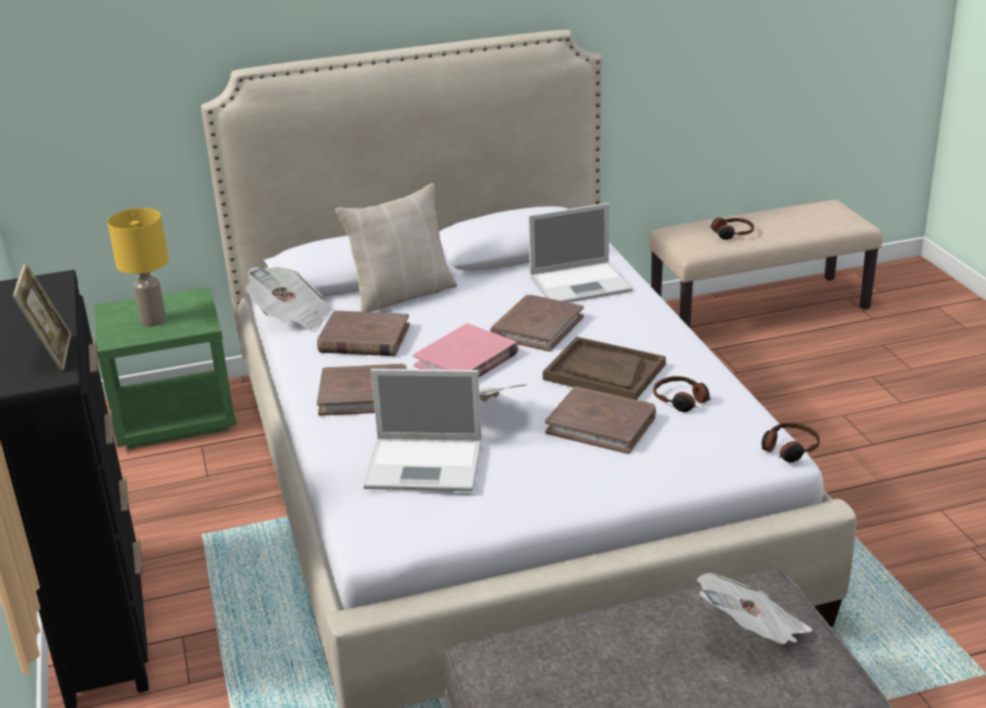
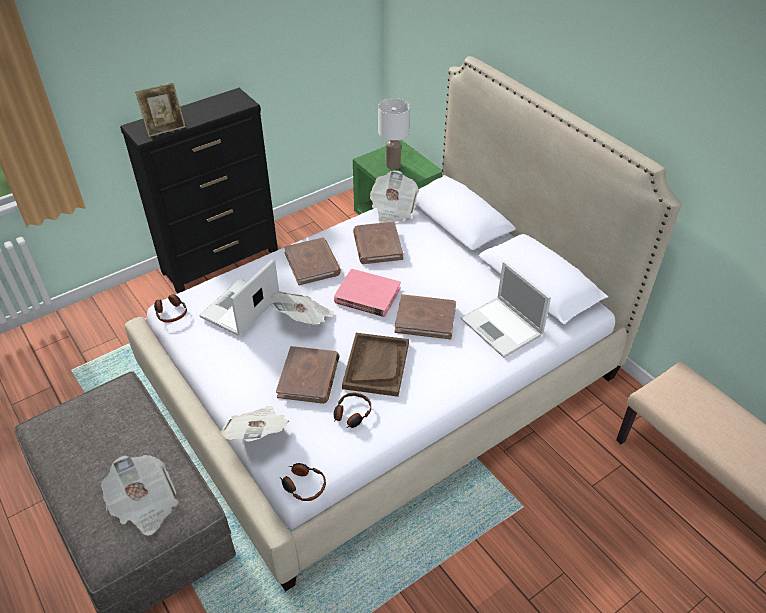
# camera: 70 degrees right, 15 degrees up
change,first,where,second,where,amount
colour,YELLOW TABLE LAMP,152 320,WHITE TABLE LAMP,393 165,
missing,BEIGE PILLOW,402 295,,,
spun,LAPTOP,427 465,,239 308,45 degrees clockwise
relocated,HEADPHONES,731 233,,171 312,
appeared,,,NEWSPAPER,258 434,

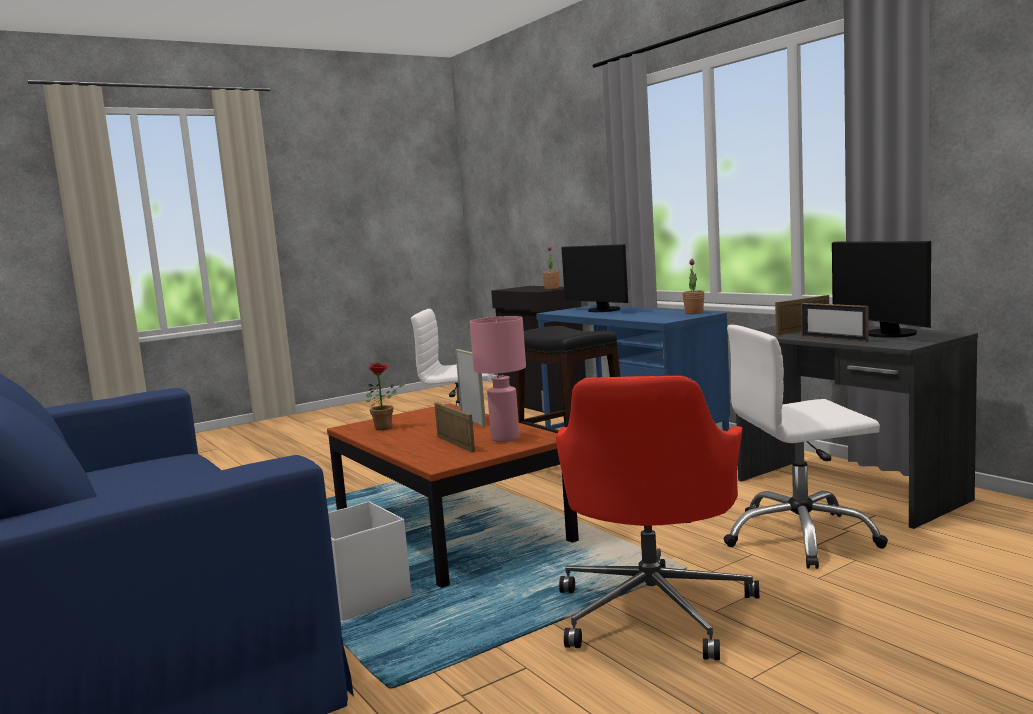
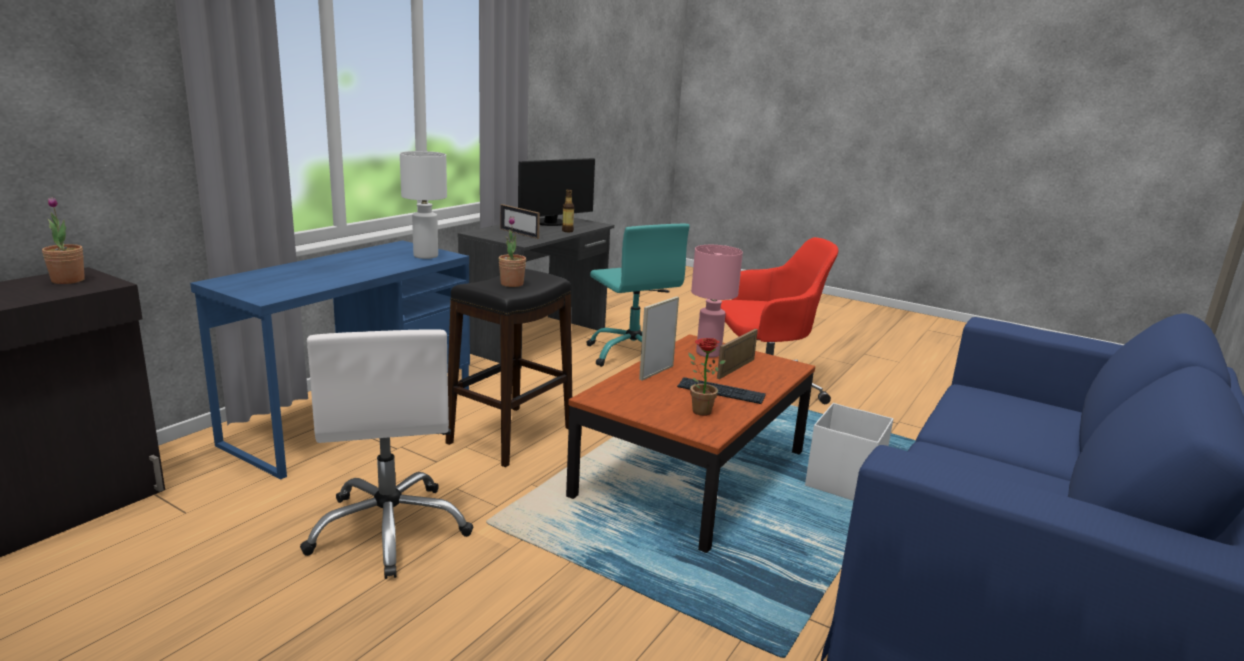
# camera: 115 degrees left, 10 degrees up
change,first,where,second,where,amount
missing,MONITOR,601 310,,,
relocated,POTTED PLANT,694 313,,512 284,
colour,WHITE OFFICE CHAIR,800 537,TURQUOISE OFFICE CHAIR,633 354,
exchanged,PICTURE FRAME,833 339,BOTTLE,567 231,
appeared,,,WHITE TABLE LAMP,425 256,
appeared,,,KEYBOARD,720 392,

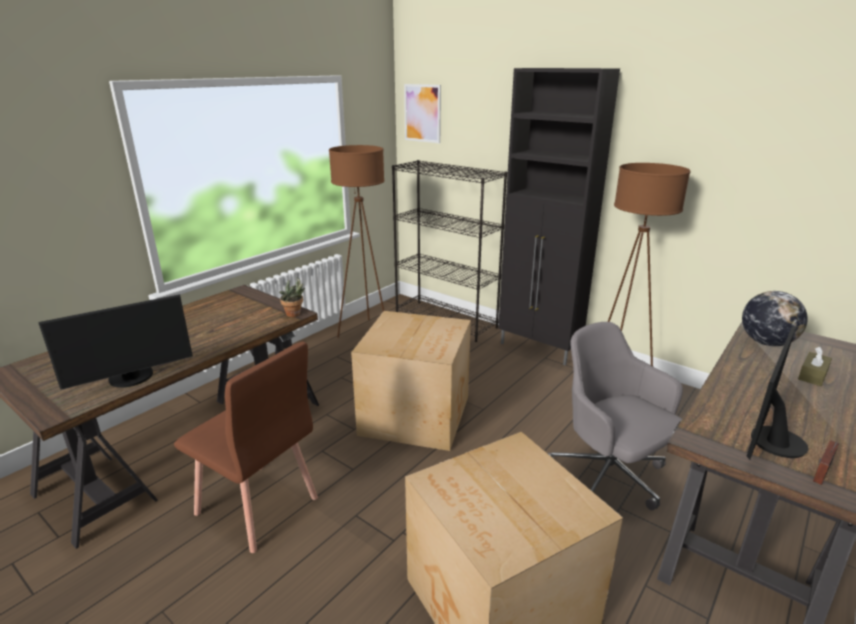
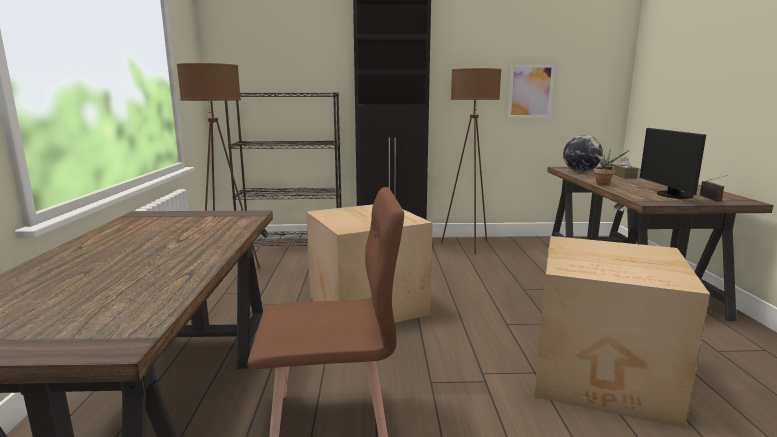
# camera: 40 degrees left, 10 degrees down
change,first,where,second,where,amount
missing,MONITOR,132 378,,,
relocated,POTTED PLANT,295 314,,604 184,
relocated,PICTURE,422 113,,530 91,
missing,GREY OFFICE CHAIR,608 478,,,

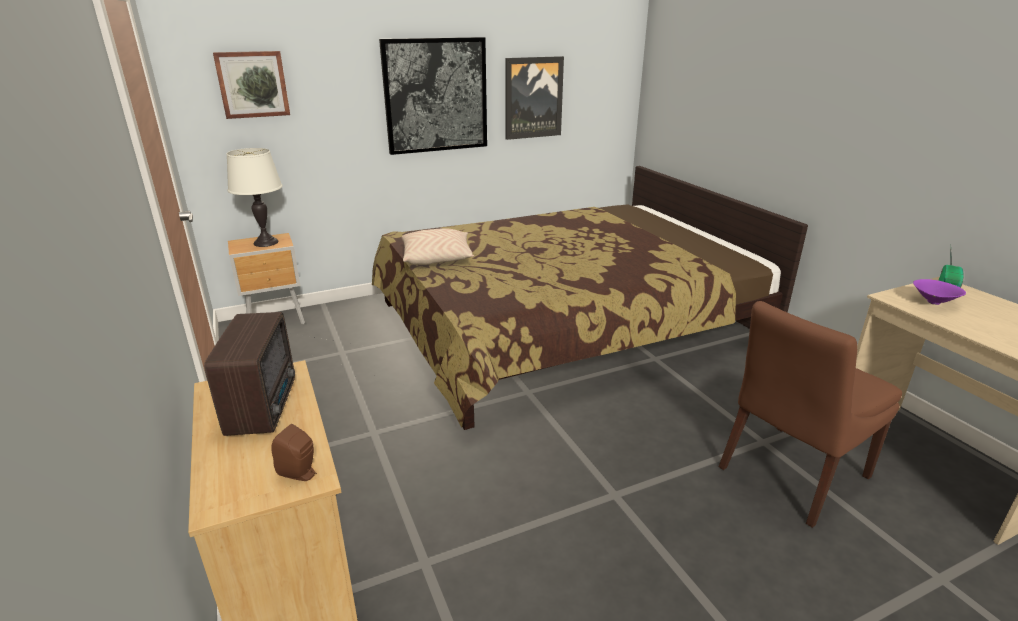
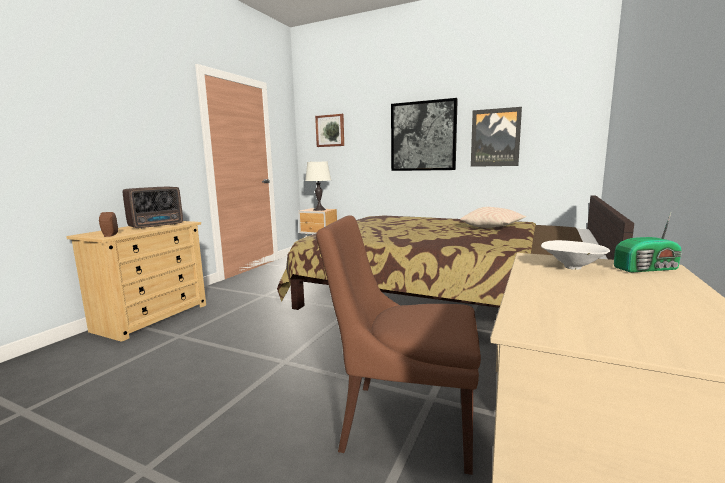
# camera: 50 degrees right, 15 degrees down
change,first,where,second,where,amount
relocated,BEIGE PILLOW,437 258,,492 227,
colour,PURPLE BOWL,933 303,WHITE BOWL,571 268,

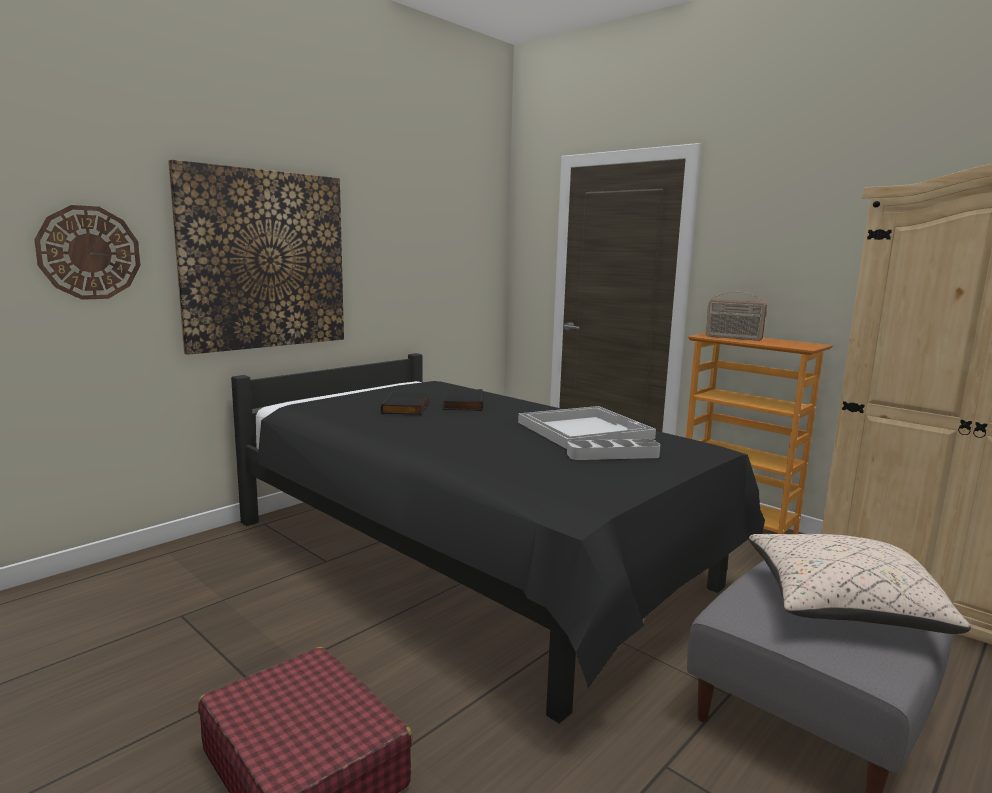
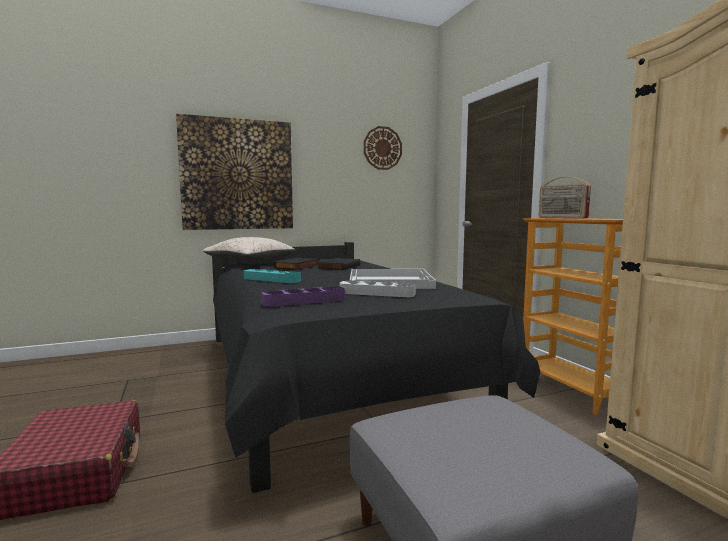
# camera: 25 degrees right, 5 degrees down
change,first,where,second,where,amount
relocated,WALL CLOCK,89 253,,382 148,
relocated,BEIGE PILLOW,841 606,,250 263,
appeared,,,TURQUOISE TRAY,272 279,
appeared,,,PURPLE TRAY,304 301,

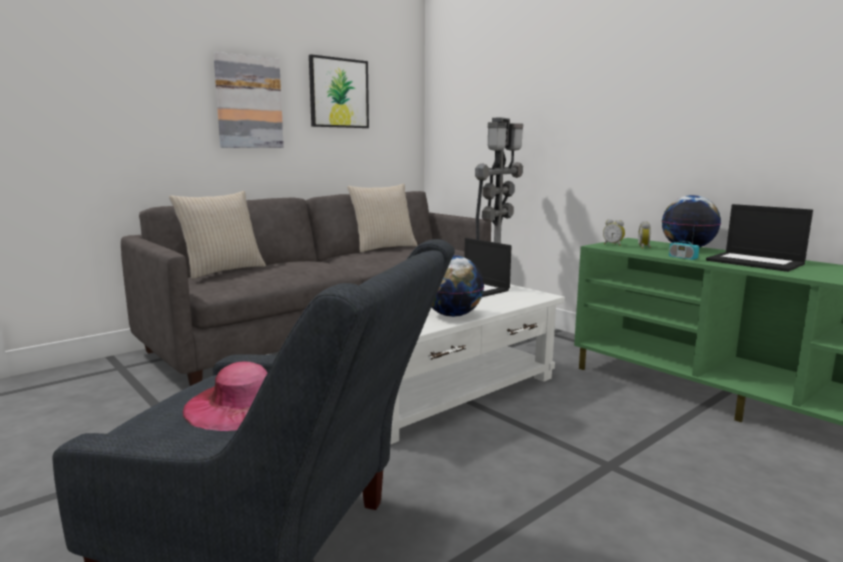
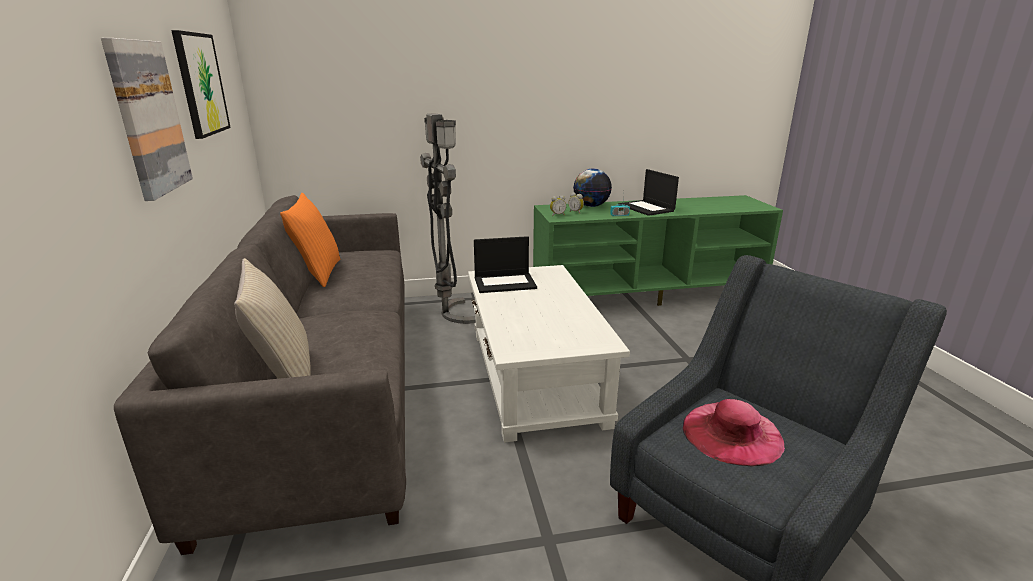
# camera: 60 degrees left, 10 degrees up
change,first,where,second,where,amount
colour,BEIGE PILLOW,383 248,ORANGE PILLOW,318 273,
missing,GLOBE,452 315,,,
spun,LAPTOP,756 262,,647 208,75 degrees clockwise

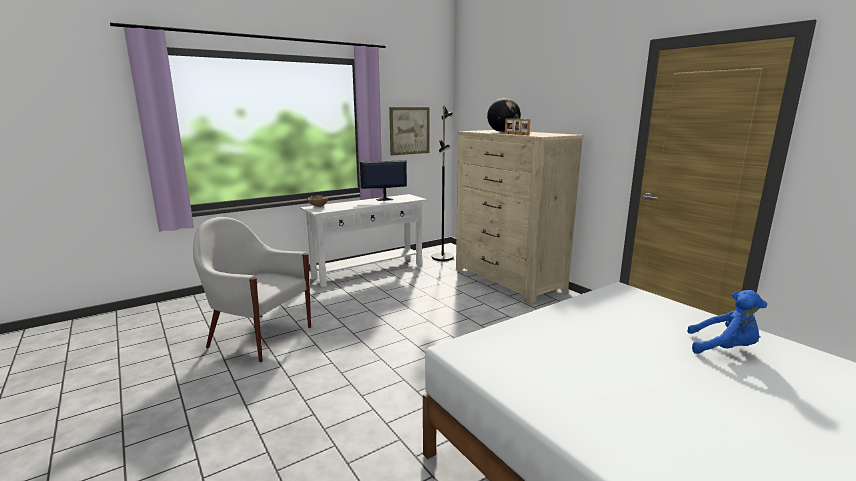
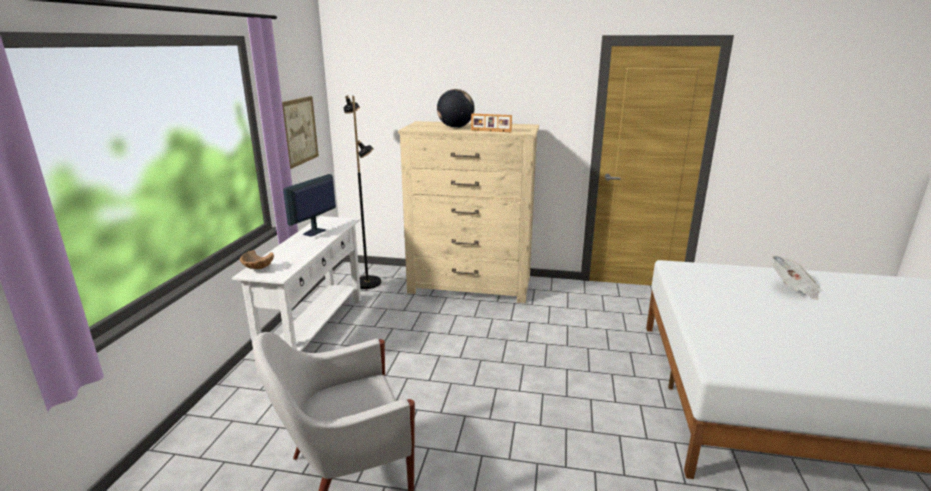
# camera: 45 degrees left, 5 degrees up
change,first,where,second,where,amount
exchanged,BLUE PLUSH TOY,724 349,NEWSPAPER,793 289,

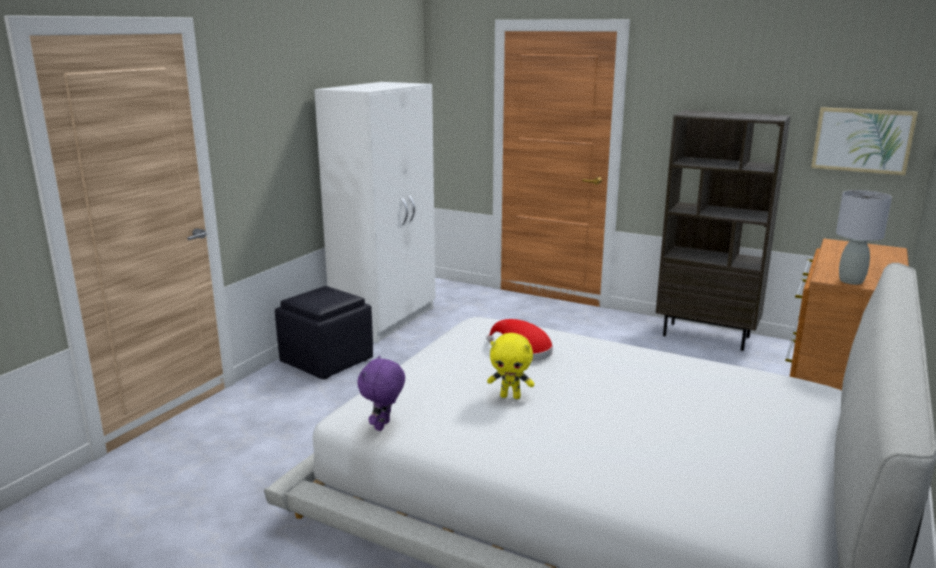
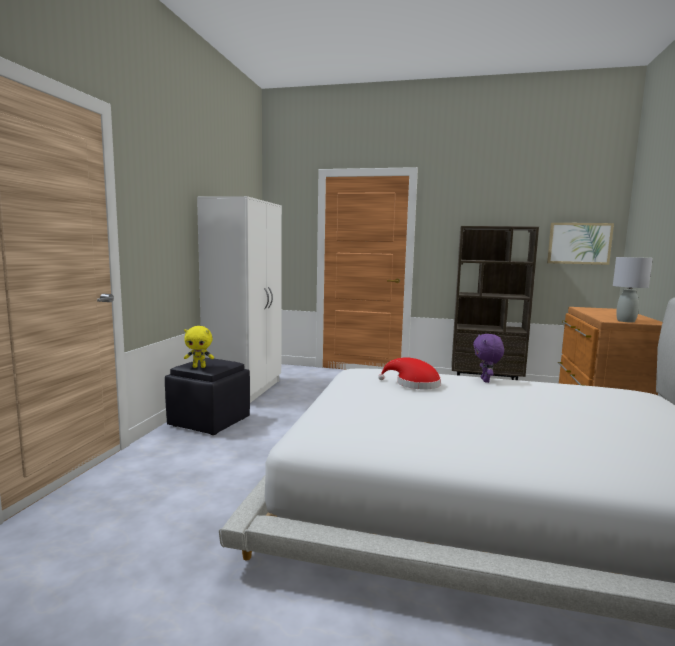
# camera: 15 degrees left, 10 degrees down
change,first,where,second,where,amount
relocated,PURPLE PLUSH TOY,383 426,,486 380,
relocated,YELLOW PLUSH TOY,510 396,,199 367,

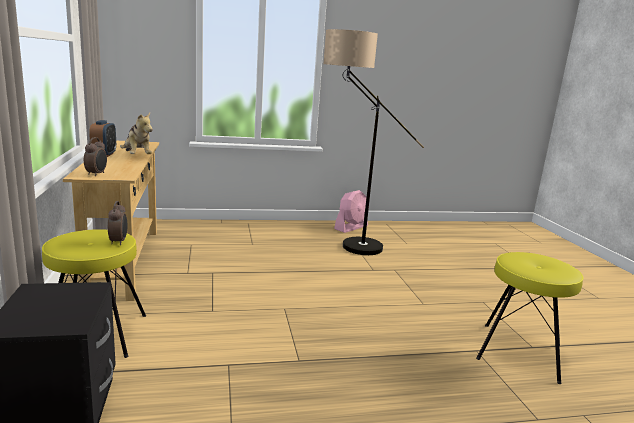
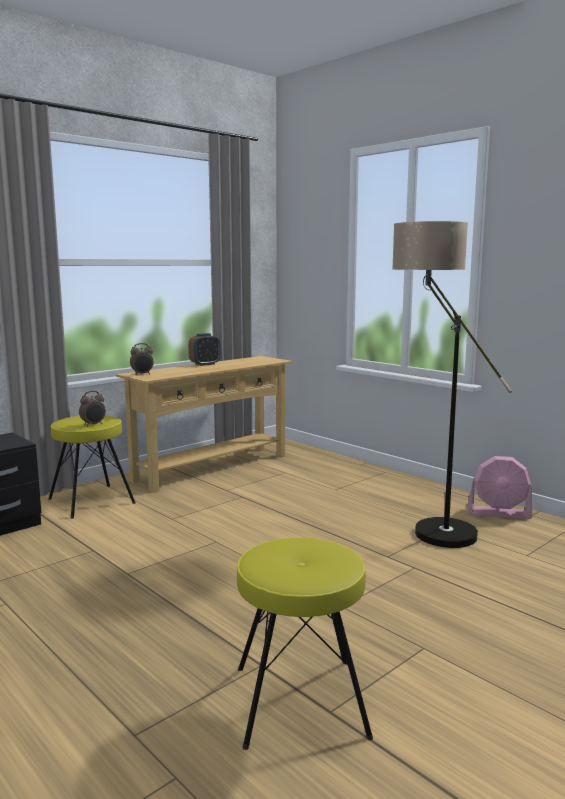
# camera: 60 degrees right, 5 degrees down
change,first,where,second,where,amount
missing,PLUSH TOY,137 156,,,

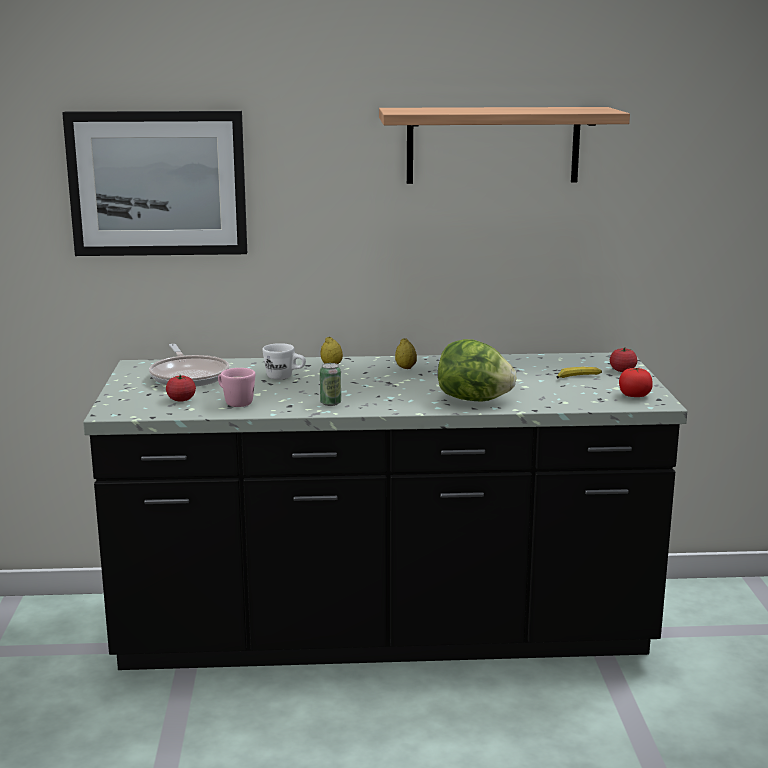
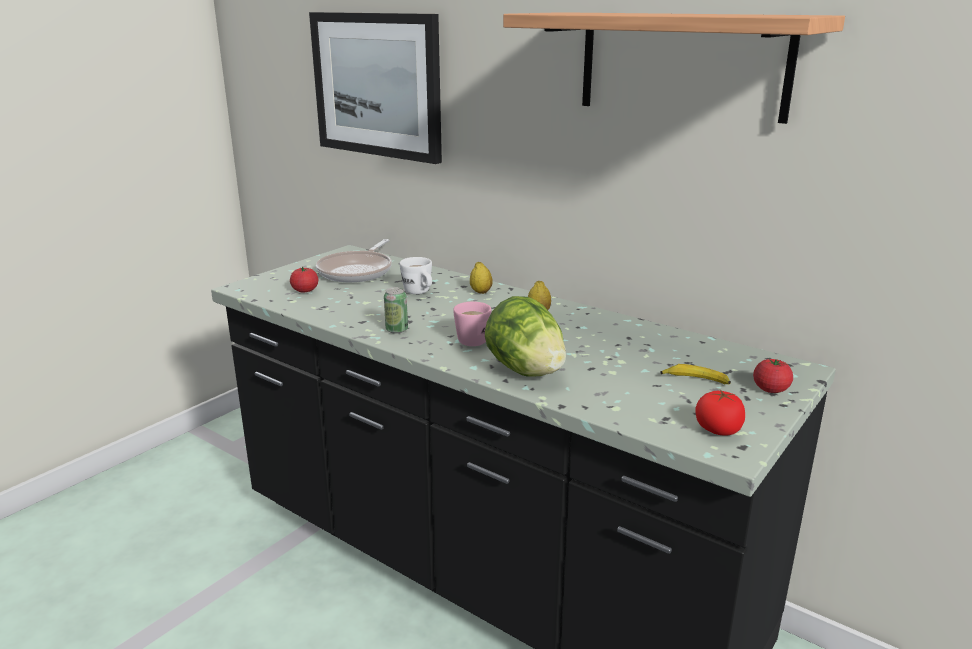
# camera: 40 degrees right, 5 degrees up
change,first,where,second,where,amount
relocated,PINK MUG,235 402,,472 339,

